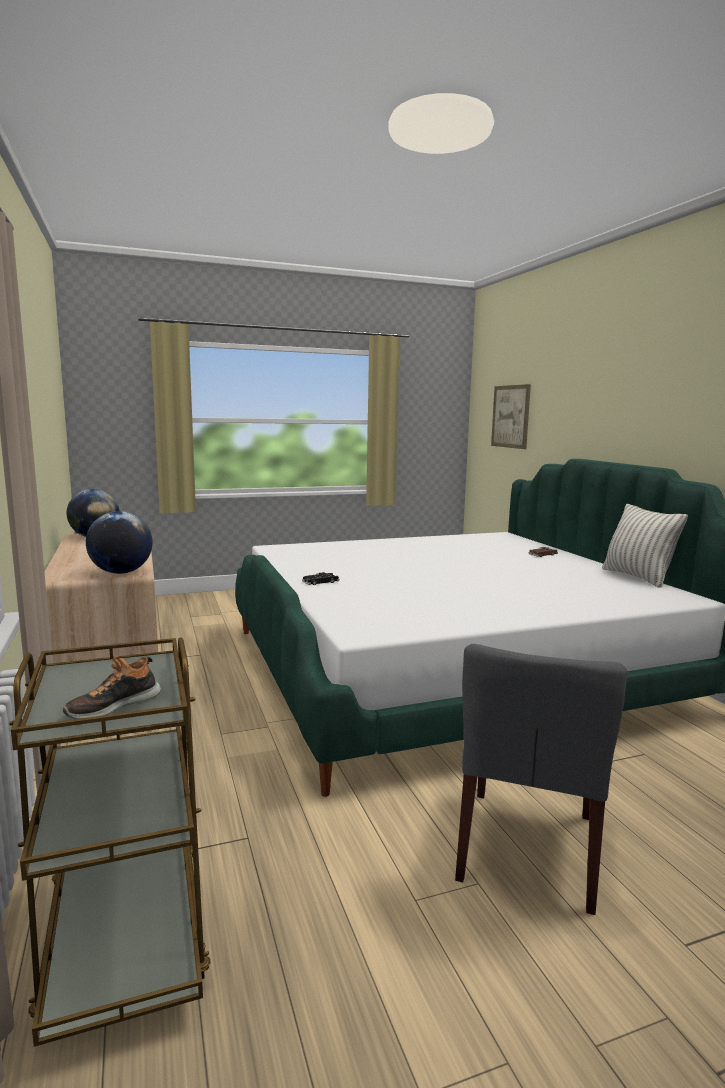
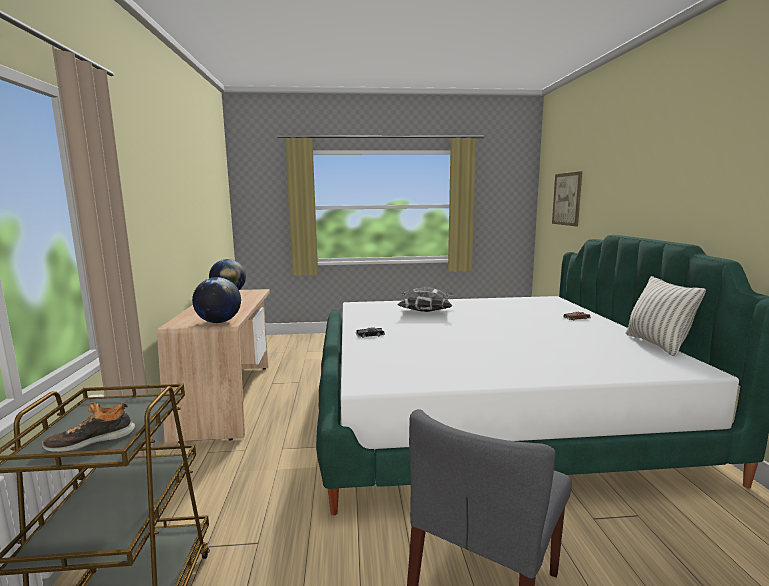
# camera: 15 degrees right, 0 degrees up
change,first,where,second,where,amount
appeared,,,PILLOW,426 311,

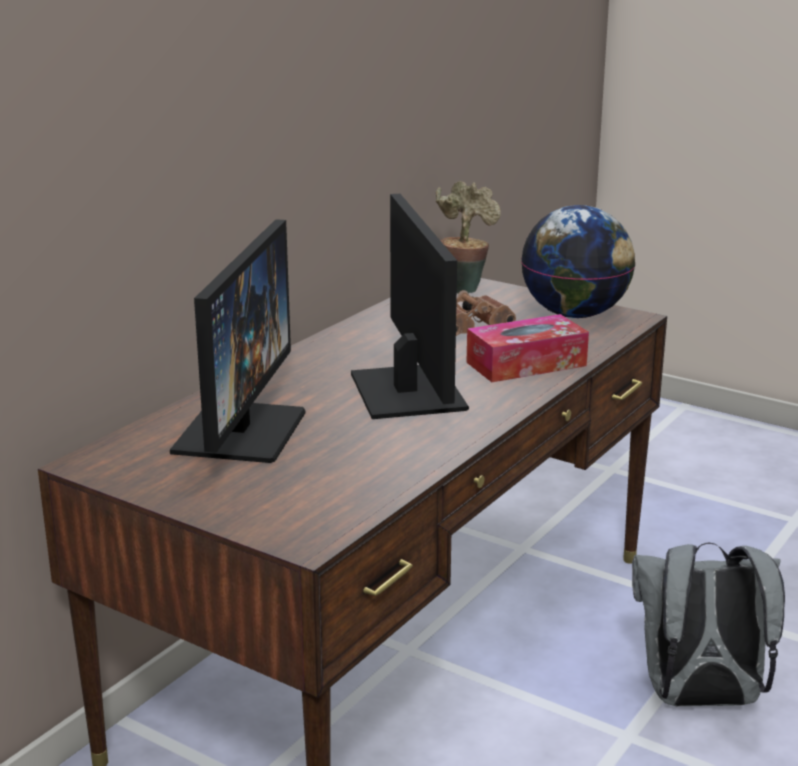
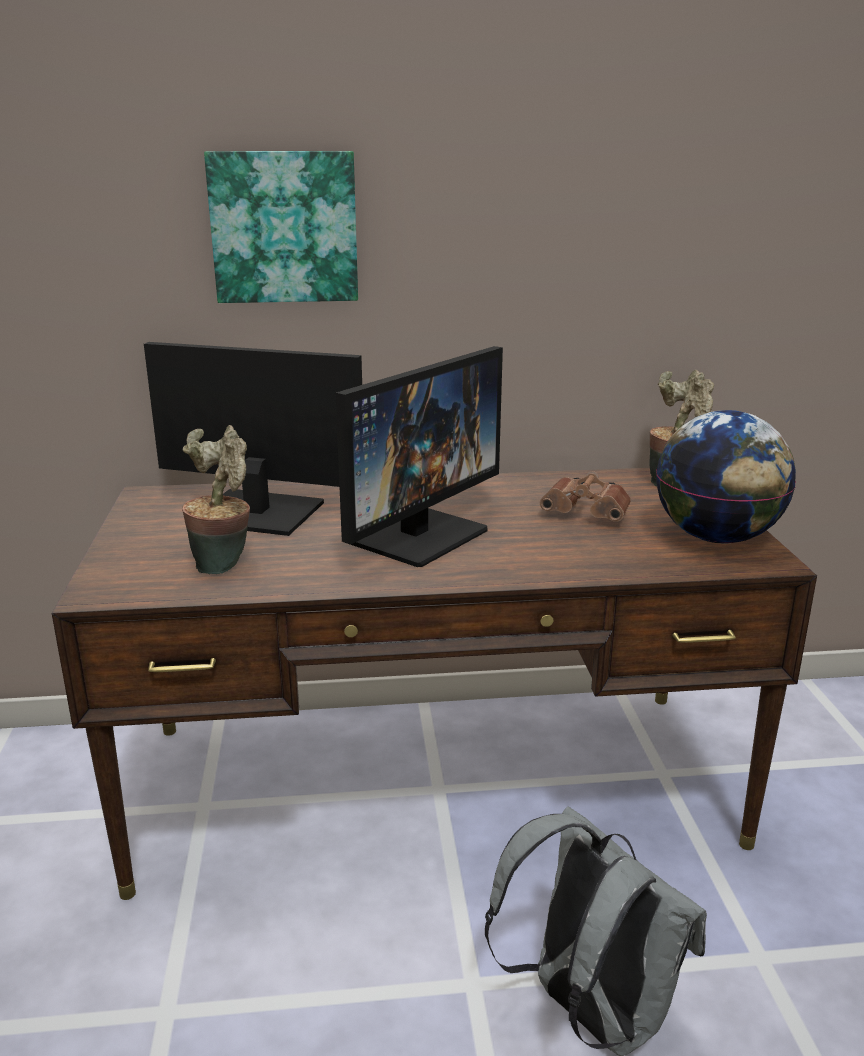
# camera: 50 degrees right, 0 degrees up
change,first,where,second,where,amount
spun,MONITOR,240 431,,256 512,135 degrees counterclockwise
missing,TISSUE BOX,526 364,,,
appeared,,,POTTED PLANT,224 563,
appeared,,,PICTURE,284 227,

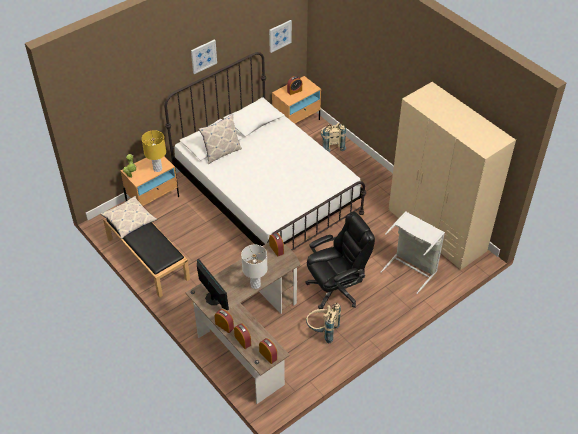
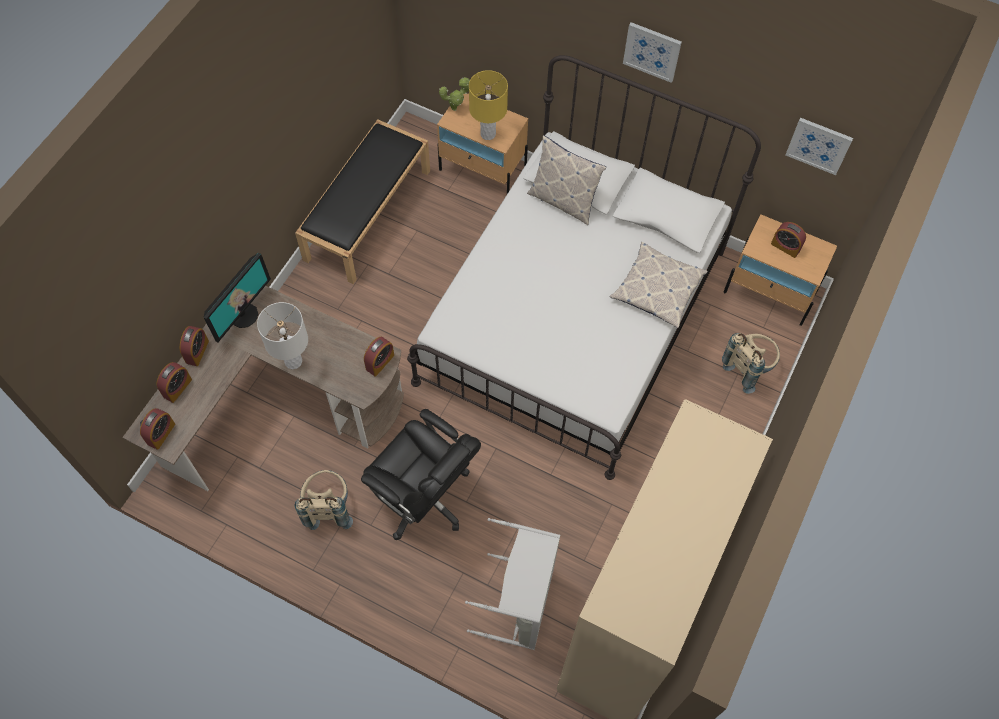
# camera: 65 degrees right, 15 degrees up
change,first,where,second,where,amount
relocated,PILLOW,129 220,,657 289,

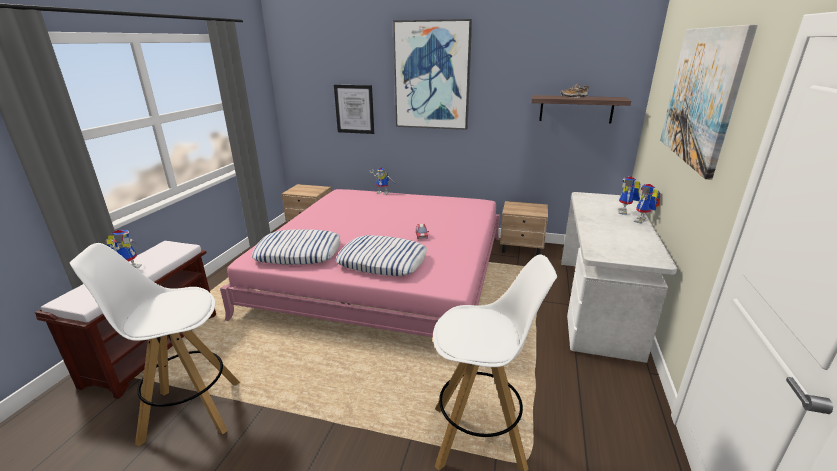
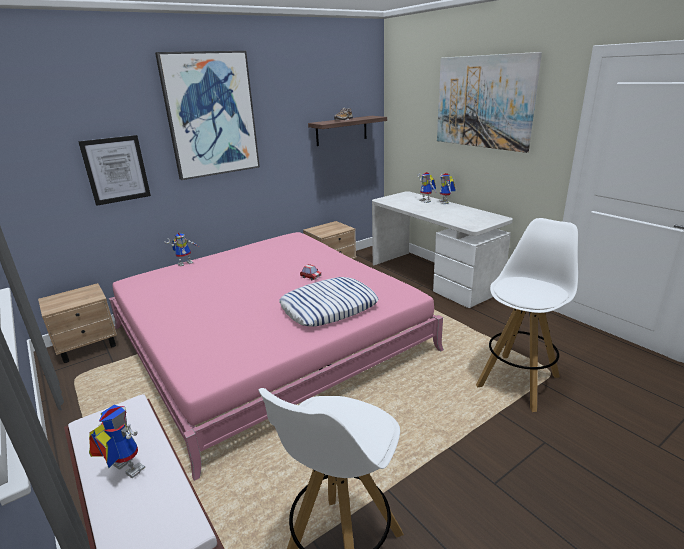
# camera: 50 degrees left, 0 degrees up
change,first,where,second,where,amount
missing,PILLOW,299 253,,,

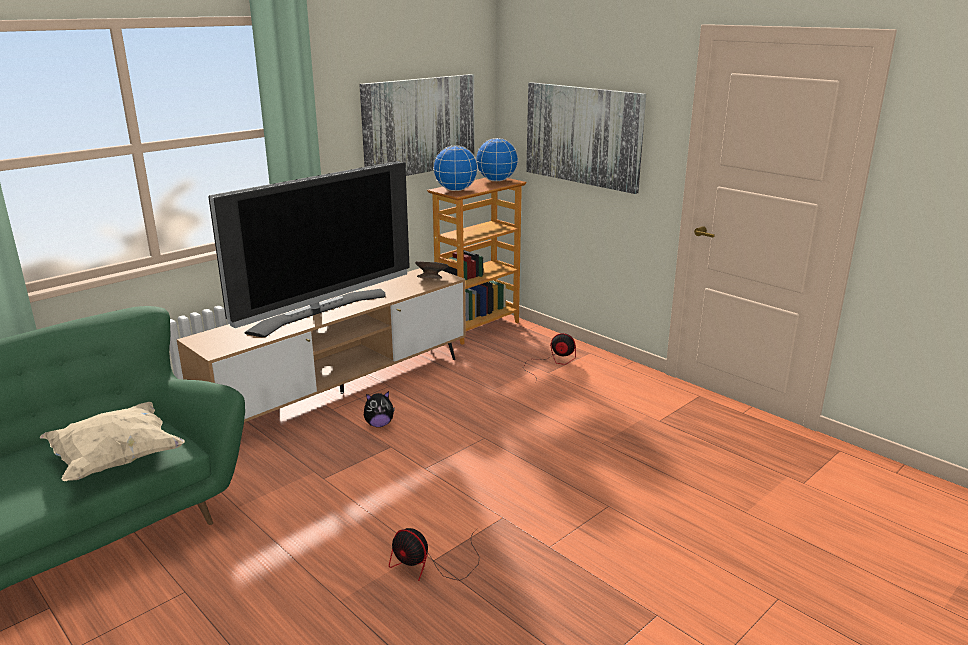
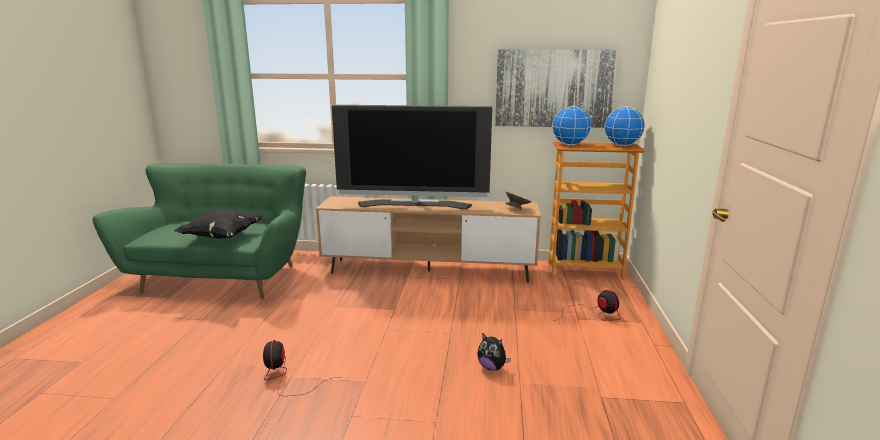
# camera: 50 degrees right, 5 degrees down
change,first,where,second,where,amount
colour,BEIGE PILLOW,116 460,BLACK PILLOW,221 237,
relocated,PLUSH TOY,379 424,,492 367,
missing,PICTURE,583 135,,,

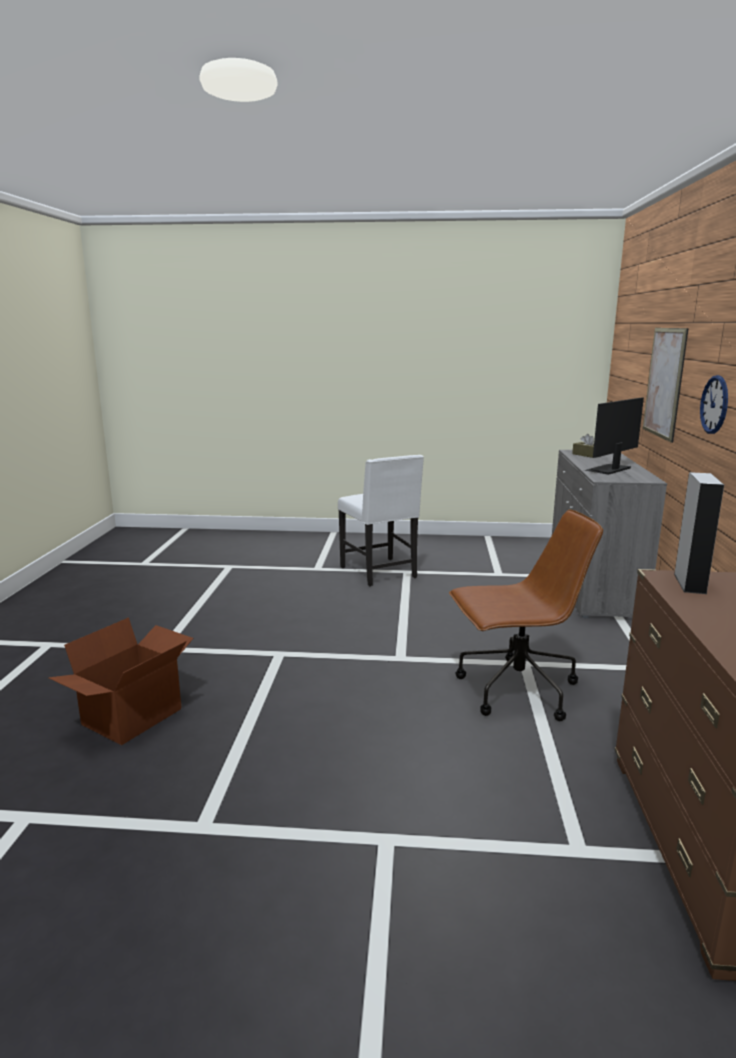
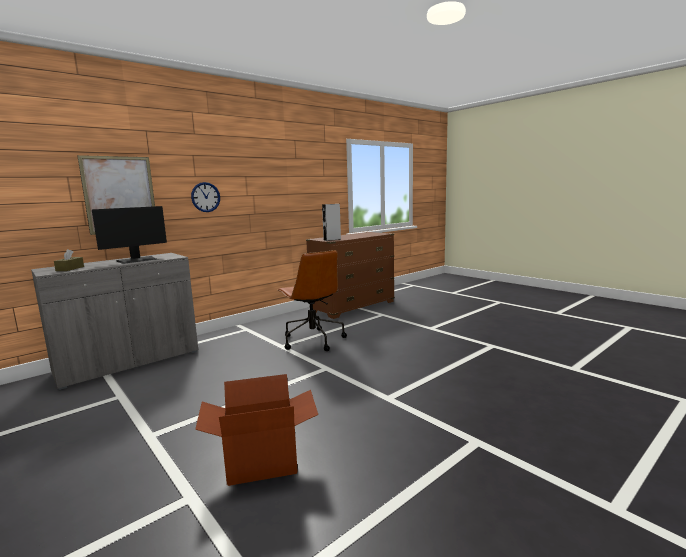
# camera: 135 degrees left, 5 degrees down
change,first,where,second,where,amount
relocated,CARDBOARD BOX,133 717,,262 460,
missing,WHITE CHAIR,380 573,,,
spun,BROWN OFFICE CHAIR,515 691,,312 340,150 degrees counterclockwise
spun,MONITOR,608 469,,137 260,45 degrees counterclockwise

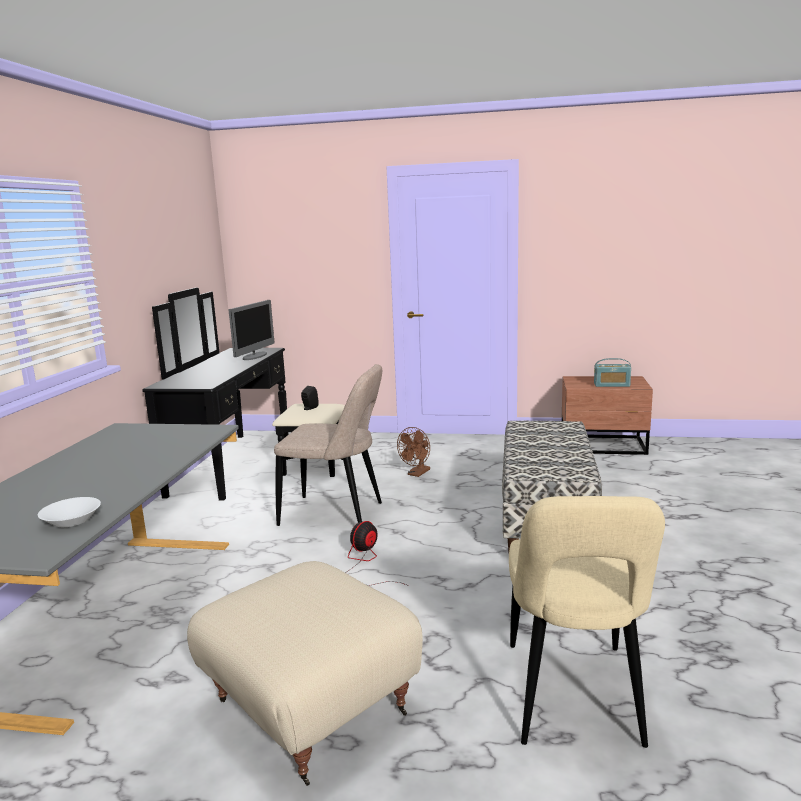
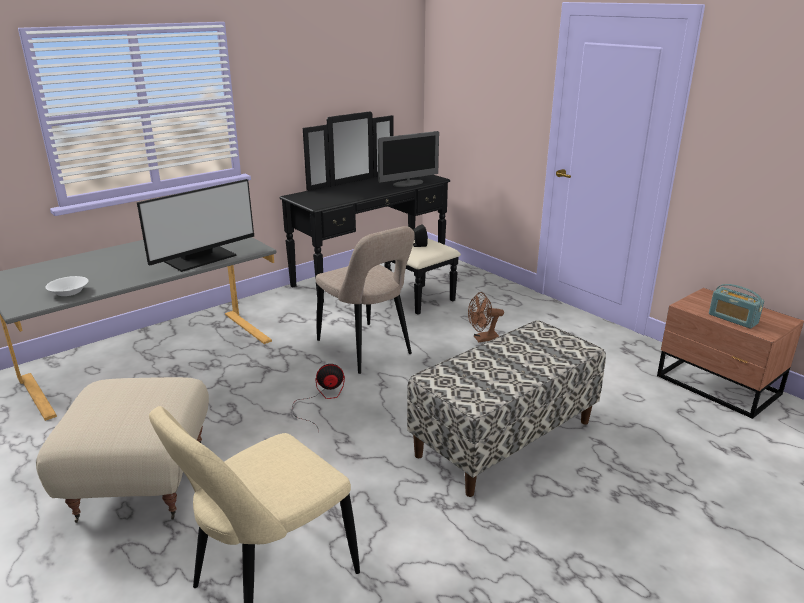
# camera: 40 degrees right, 10 degrees up
change,first,where,second,where,amount
appeared,,,MONITOR,201 259,

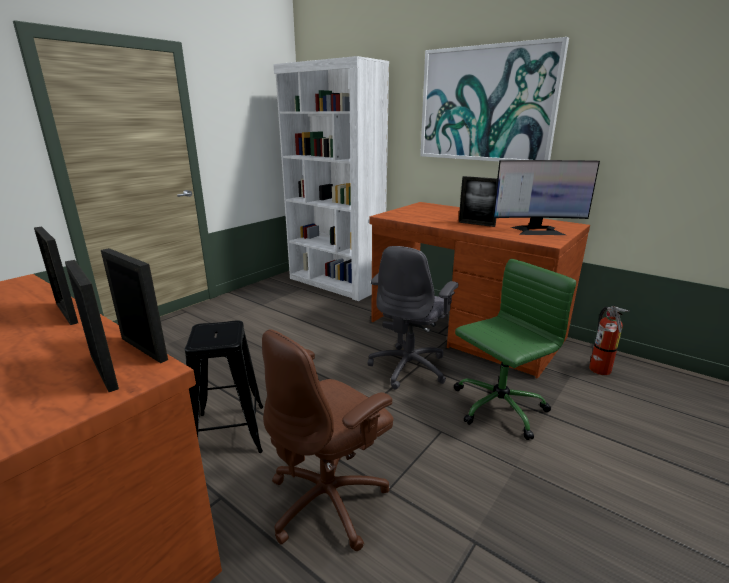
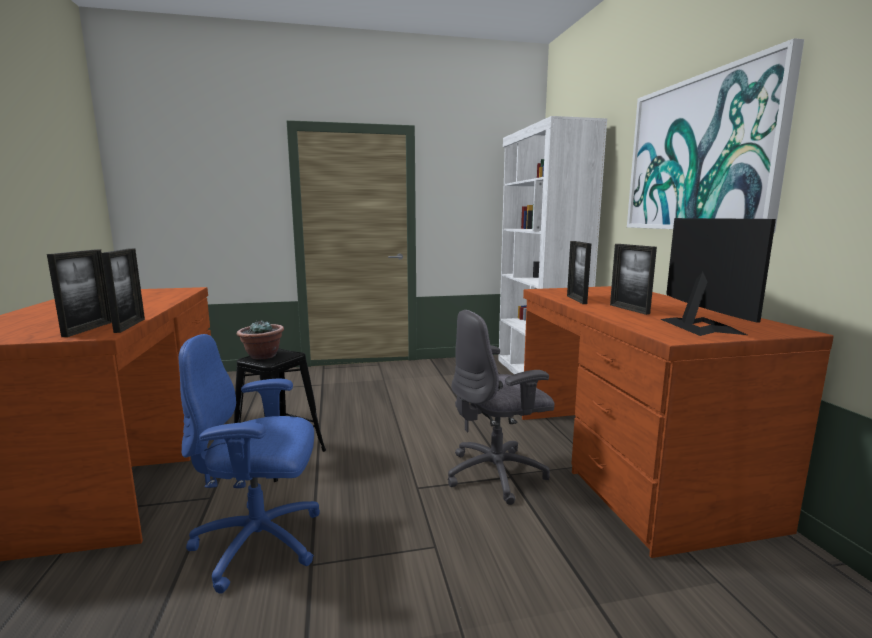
# camera: 40 degrees right, 10 degrees down
change,first,where,second,where,amount
relocated,PICTURE FRAME,66 313,,576 300,
colour,BROWN OFFICE CHAIR,330 500,BLUE OFFICE CHAIR,261 543,
missing,GREEN OFFICE CHAIR,497 408,,,
spun,MONITOR,537 231,,700 326,135 degrees counterclockwise
missing,FIRE EXTINGUISHER,599 371,,,
appeared,,,POTTED PLANT,262 356,

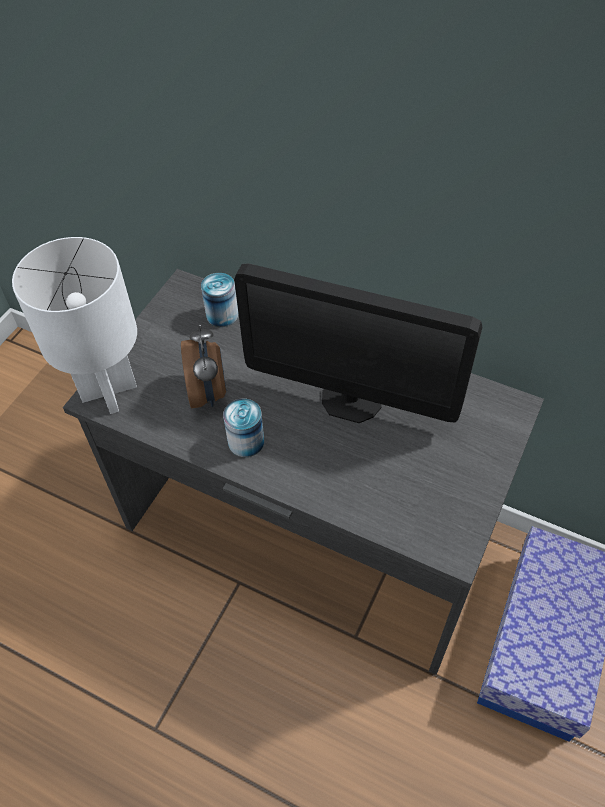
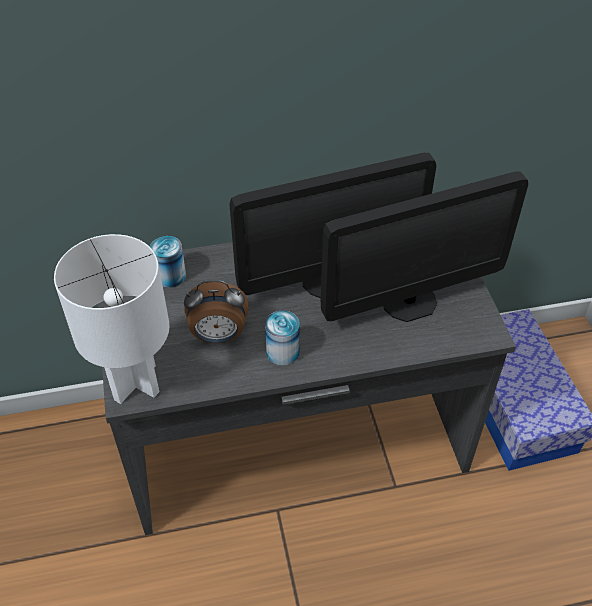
# camera: 40 degrees left, 5 degrees down
change,first,where,second,where,amount
spun,ALARM CLOCK,208 393,,218 336,135 degrees clockwise
appeared,,,MONITOR,409 302,

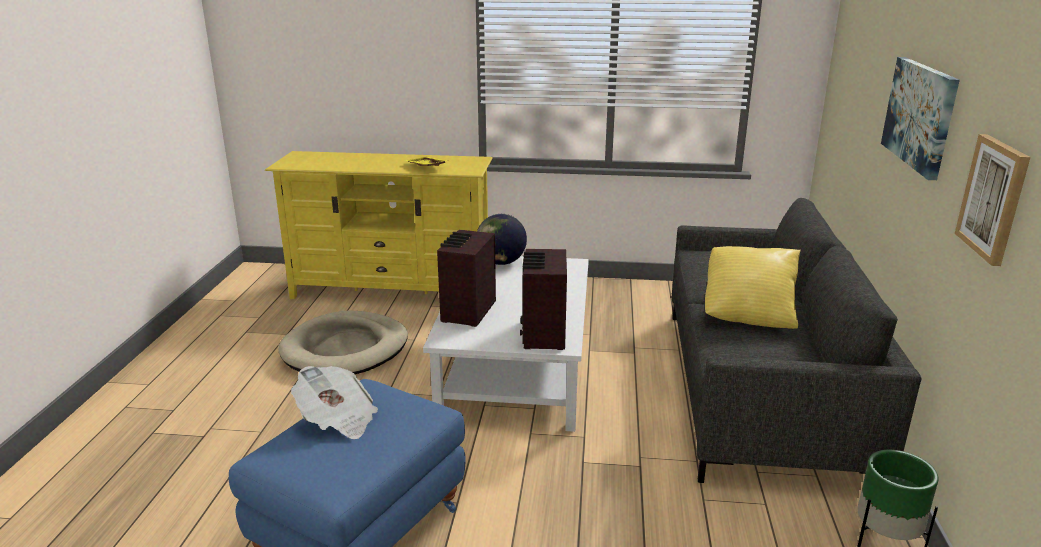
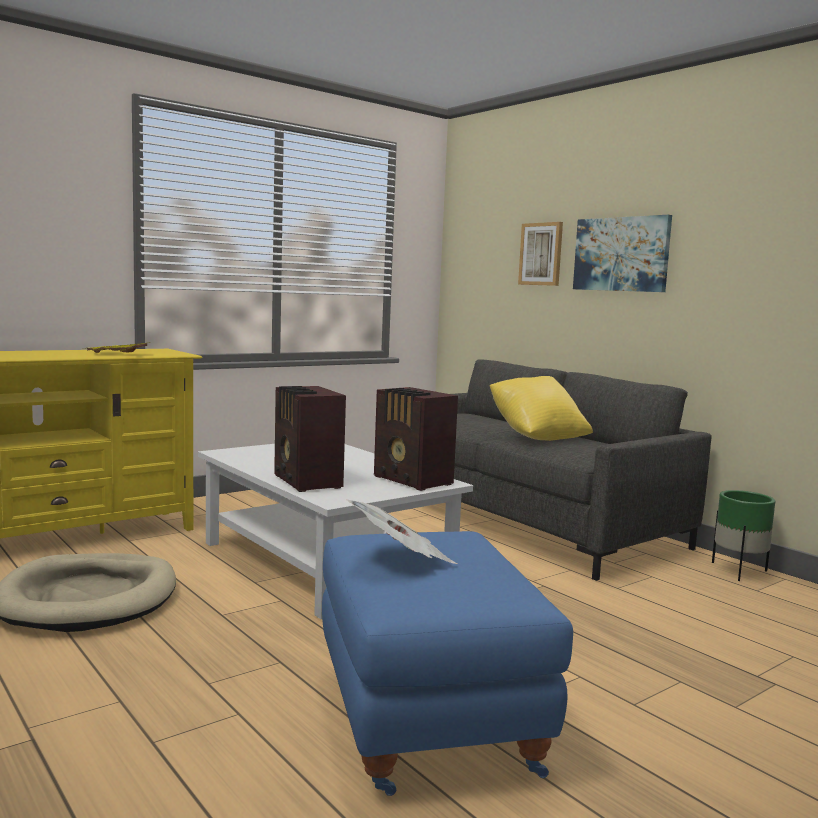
# camera: 45 degrees left, 15 degrees down
change,first,where,second,where,amount
missing,GLOBE,501 262,,,
relocated,PICTURE,993 198,,541 254,

